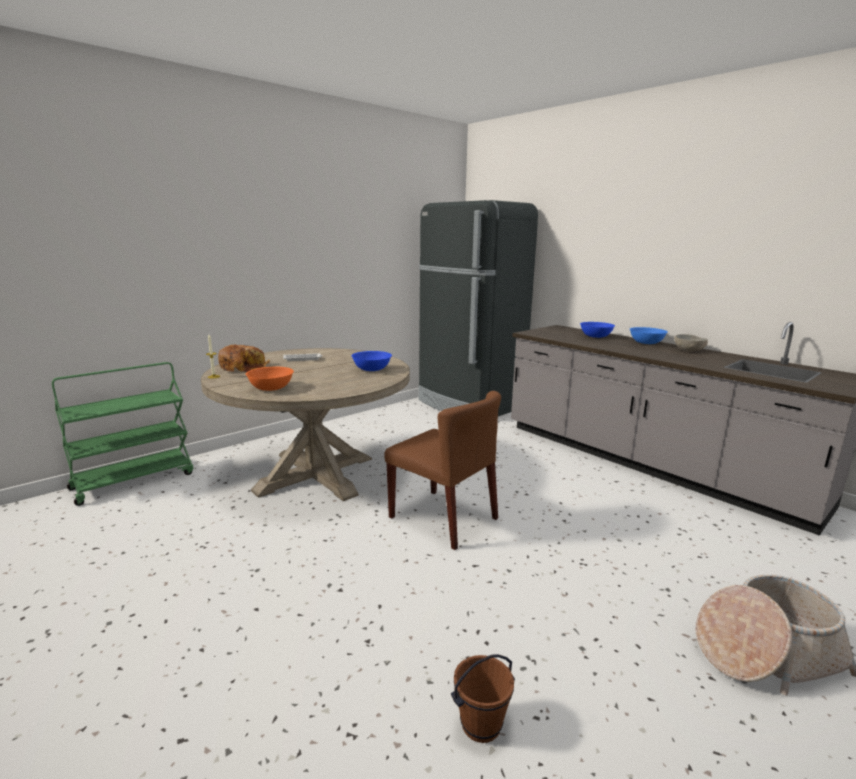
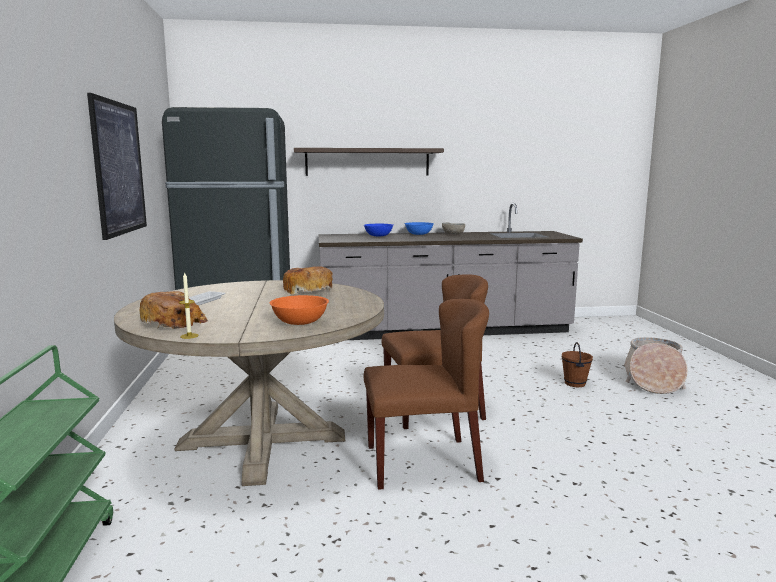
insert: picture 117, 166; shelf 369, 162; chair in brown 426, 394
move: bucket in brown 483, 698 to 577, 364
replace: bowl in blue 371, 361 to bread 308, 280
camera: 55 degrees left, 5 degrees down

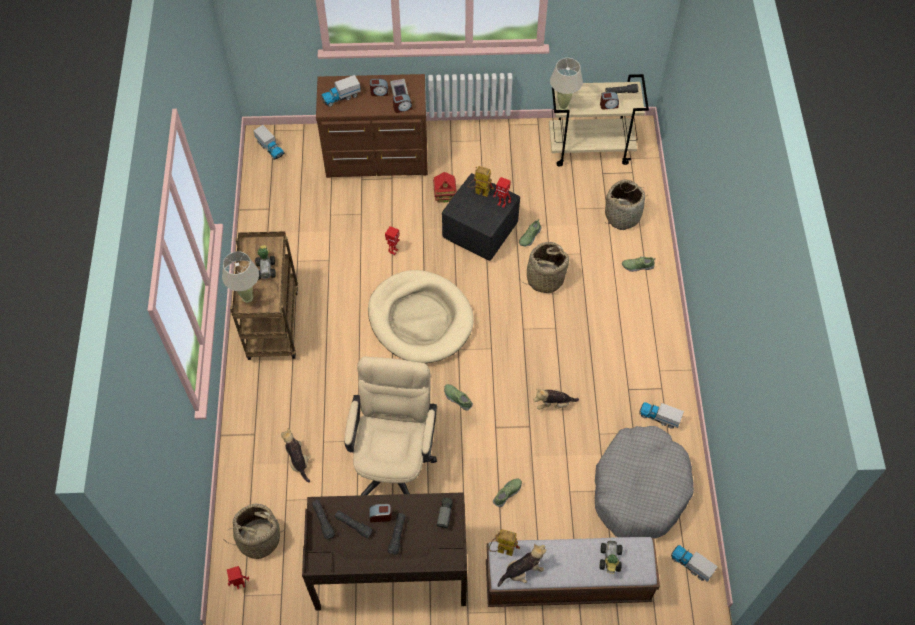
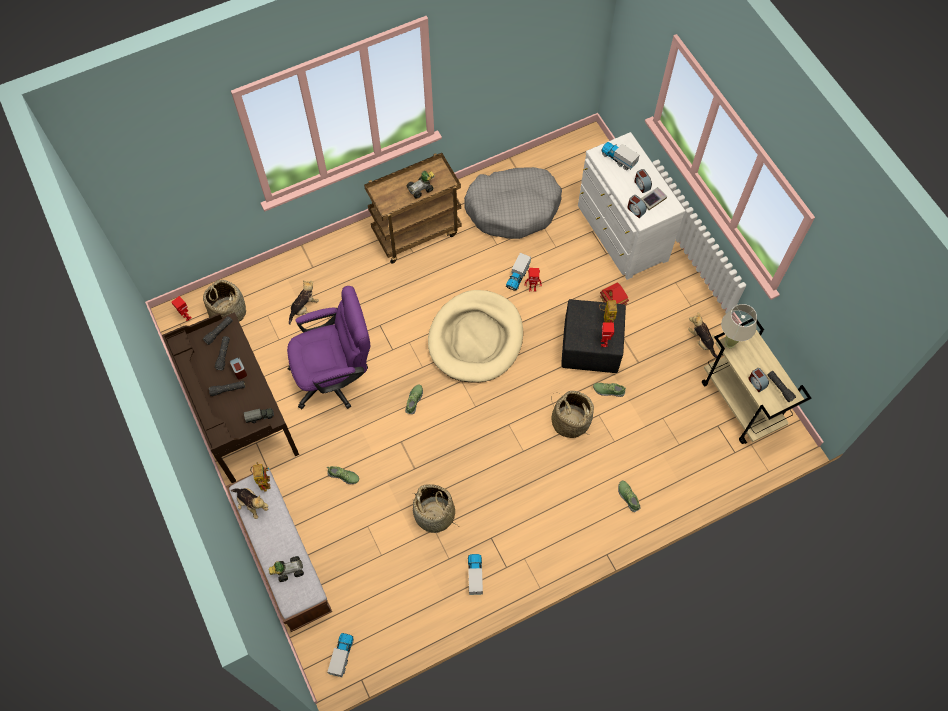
delete: table lamp in beige 240, 277
move: basket 625, 204 to 436, 508; dog bed in grey 644, 482 to 513, 203; toy truck 268, 142 to 518, 272; plush toy 556, 399 to 703, 335
recolor: office chair in beige 390, 426 to office chair in purple 328, 347; dresser in brown 372, 126 to dresser in white 632, 206
camera: 65 degrees right, 5 degrees up

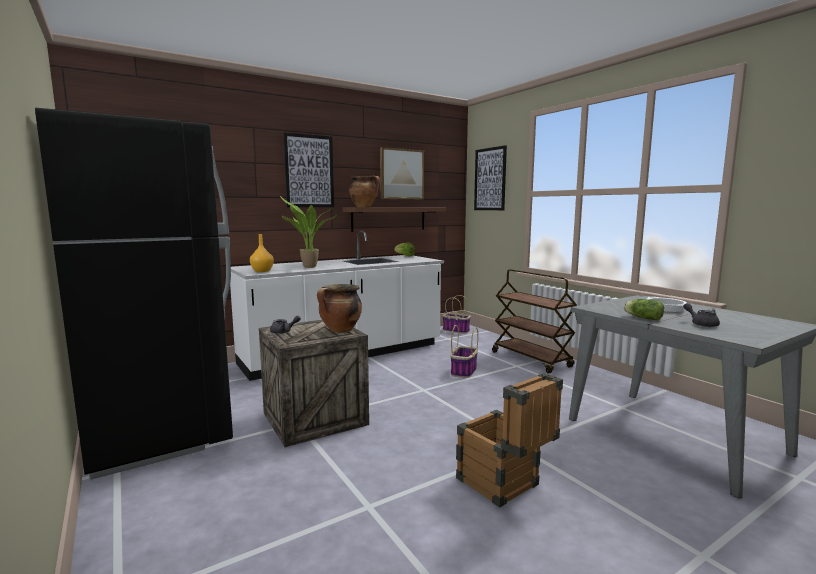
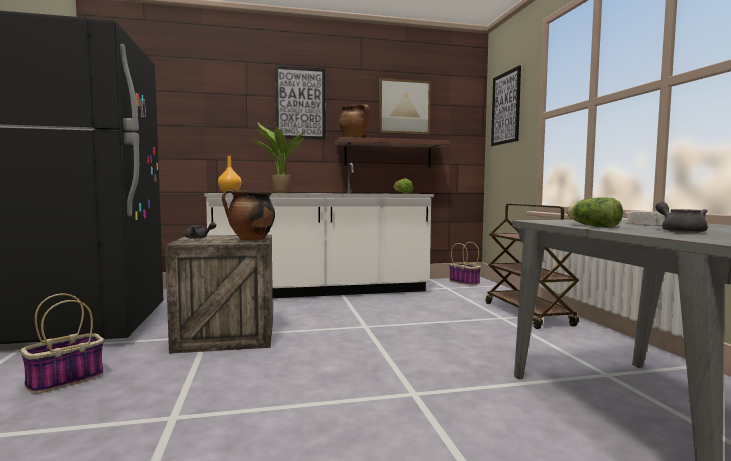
delete: crate 509, 440
move: basket 464, 351 to 62, 343
camera: 20 degrees right, 5 degrees down

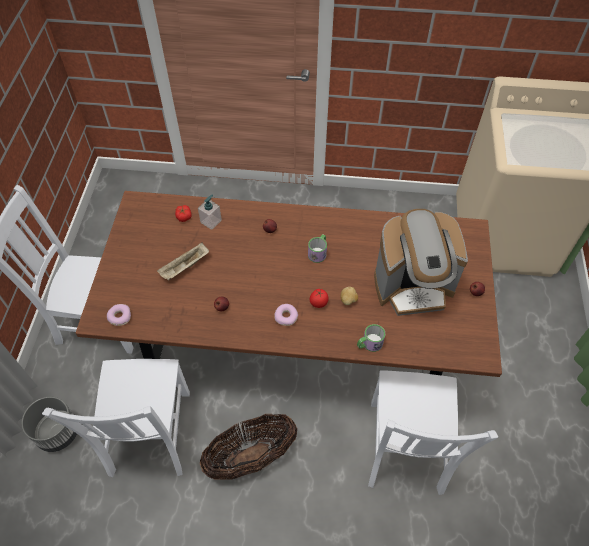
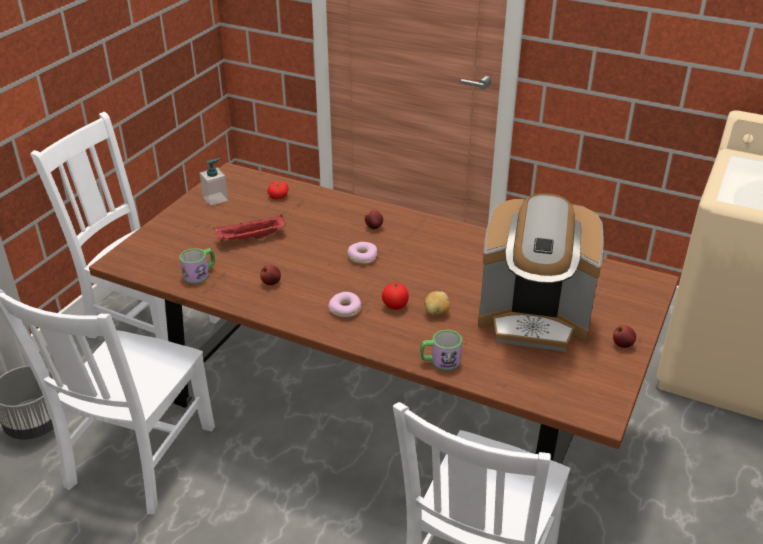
delete: basket 248, 447
move: mug 317, 248 to 197, 266; soap dispenser 210, 212 to 213, 182; donut 119, 315 to 362, 253
recolor: tray in beige 183, 262 to tray in red 250, 227
camera: 20 degrees right, 20 degrees down

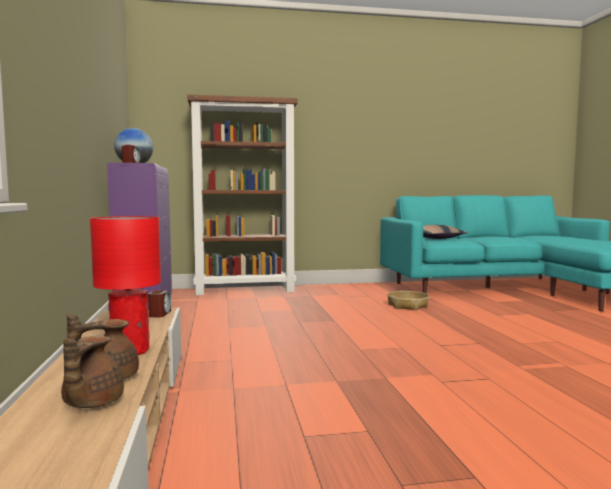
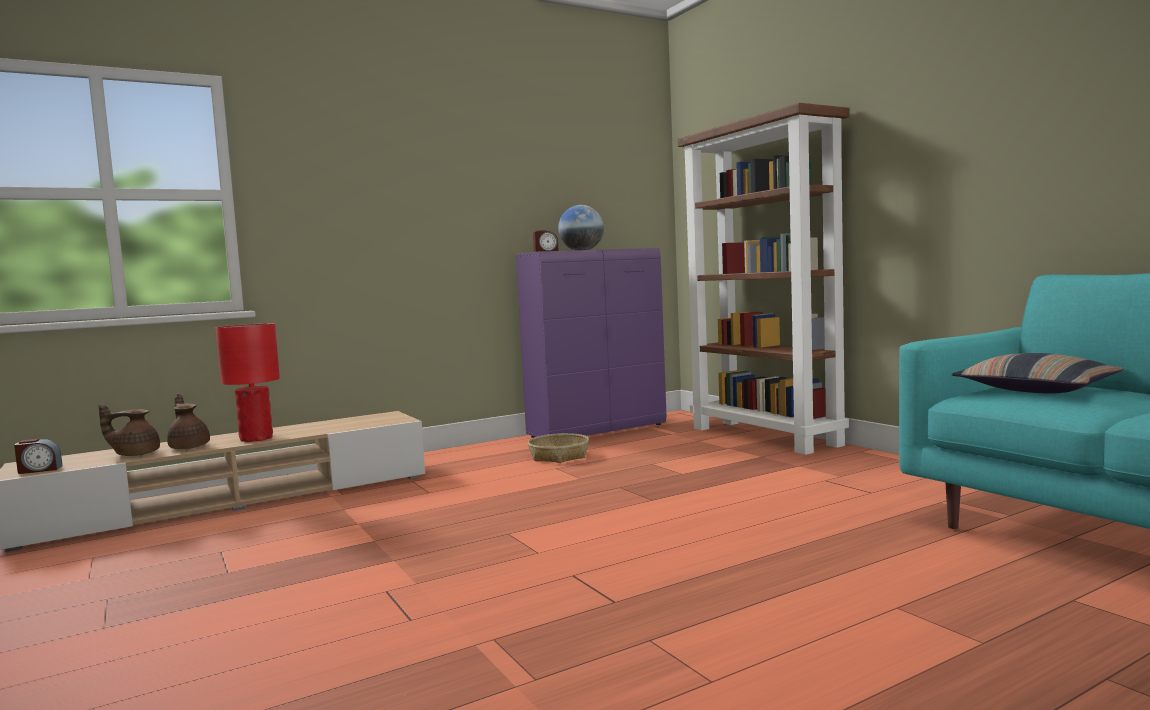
move: alarm clock 159, 303 to 38, 456; basket 408, 300 to 558, 448
camera: 70 degrees right, 0 degrees up

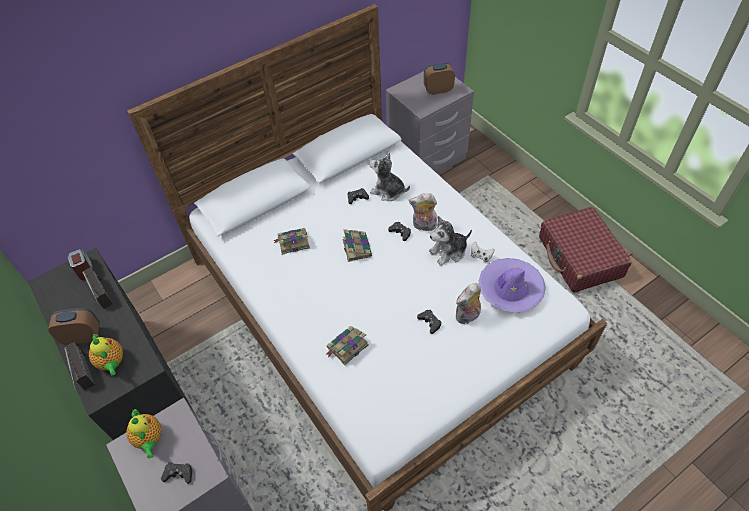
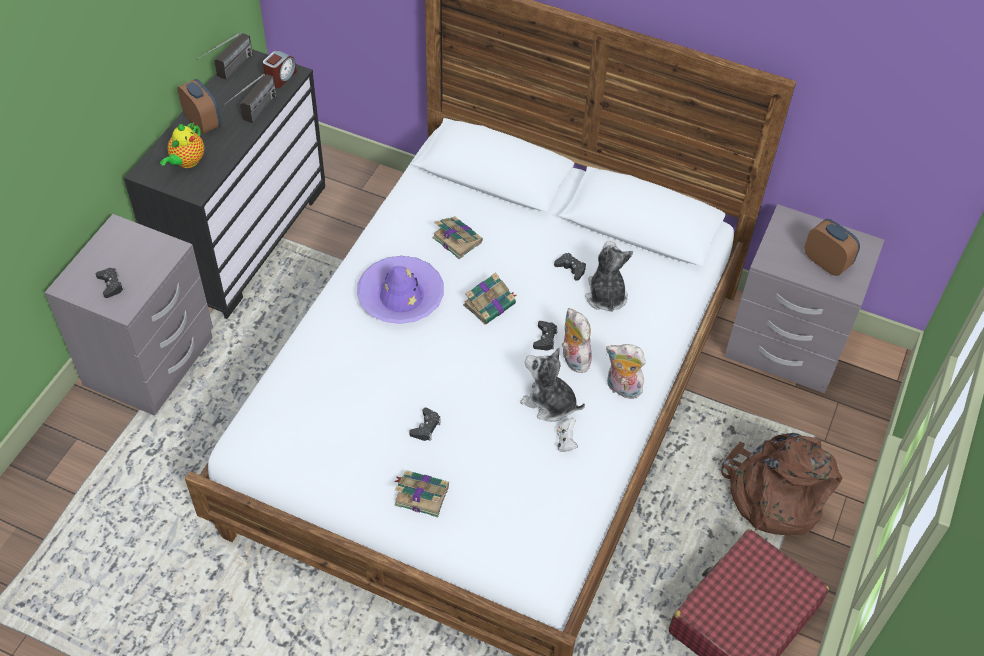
delete: teapot 144, 434
insert: backpack in brown 781, 484
move: radio 79, 367 to 225, 56; hat in purple 512, 285 to 400, 290; book 347, 345 to 421, 493; plush toy 468, 303 to 626, 371
camera: 55 degrees right, 0 degrees up

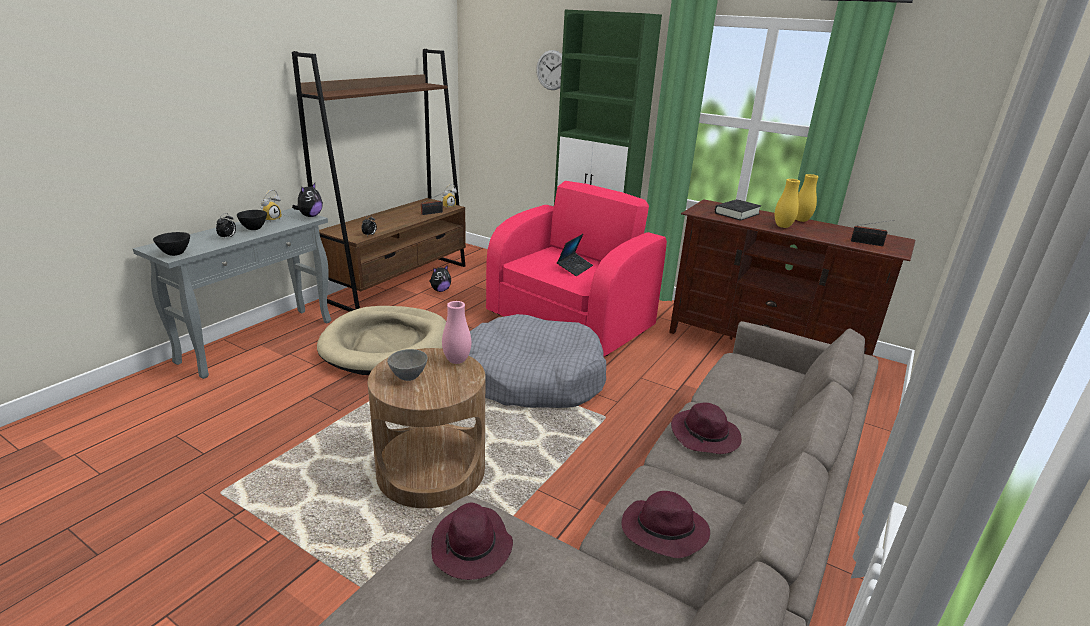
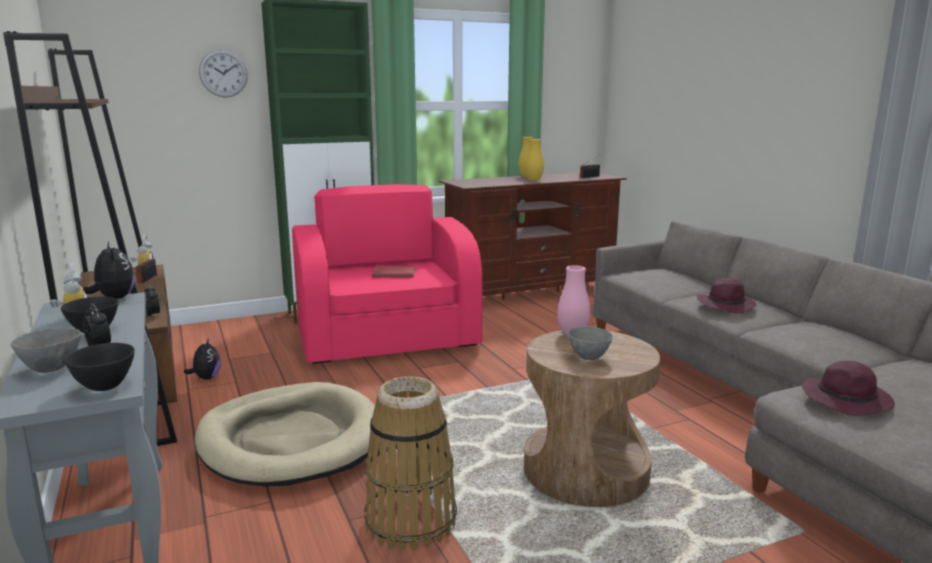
delete: dog bed in grey 537, 361; hat in purple 666, 524; book in black 738, 210
insert: bowl in grey 45, 350; basket 411, 463
replace: laptop 575, 255 to book in red 394, 272
camera: 55 degrees left, 10 degrees down

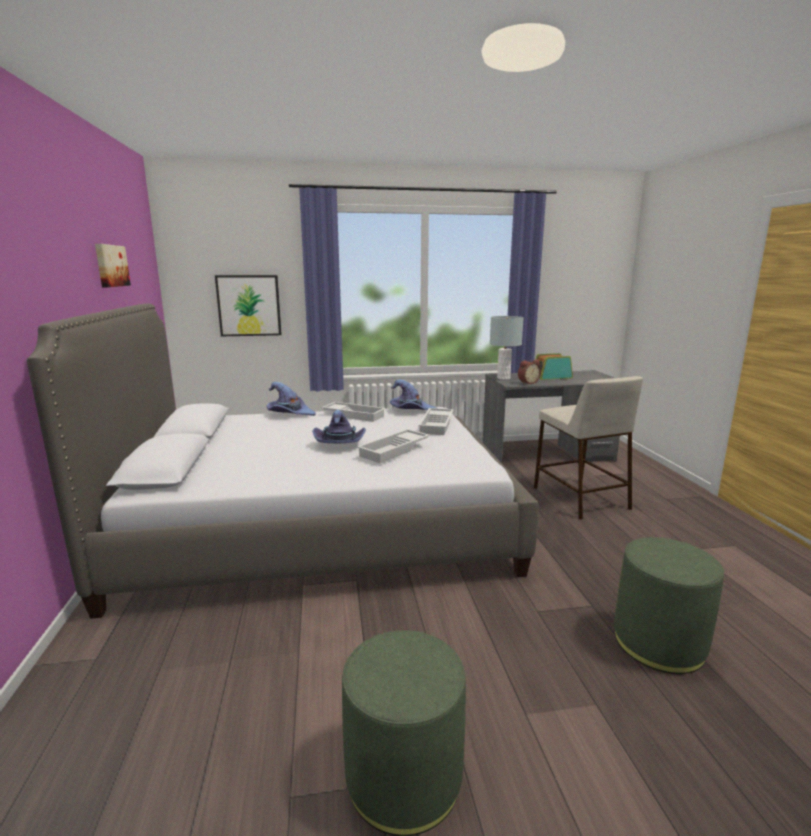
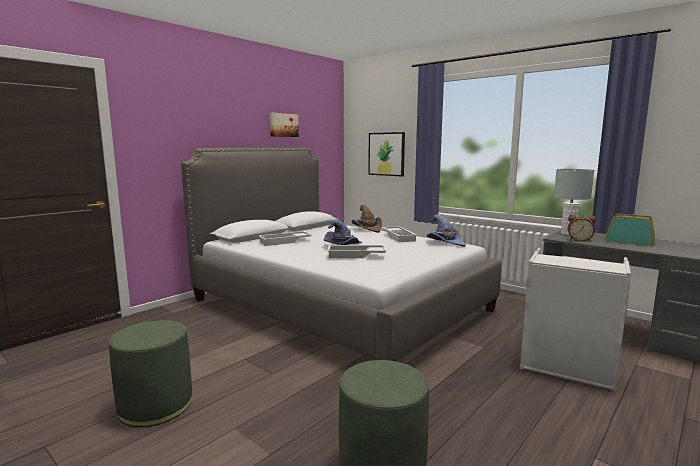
move: tray in white 436, 421 to 285, 238
replace: stool in beige 588, 448 to laundry basket in grey 575, 319
recolor: hat in purple 291, 399 to hat in brown 367, 219
camera: 50 degrees right, 5 degrees down

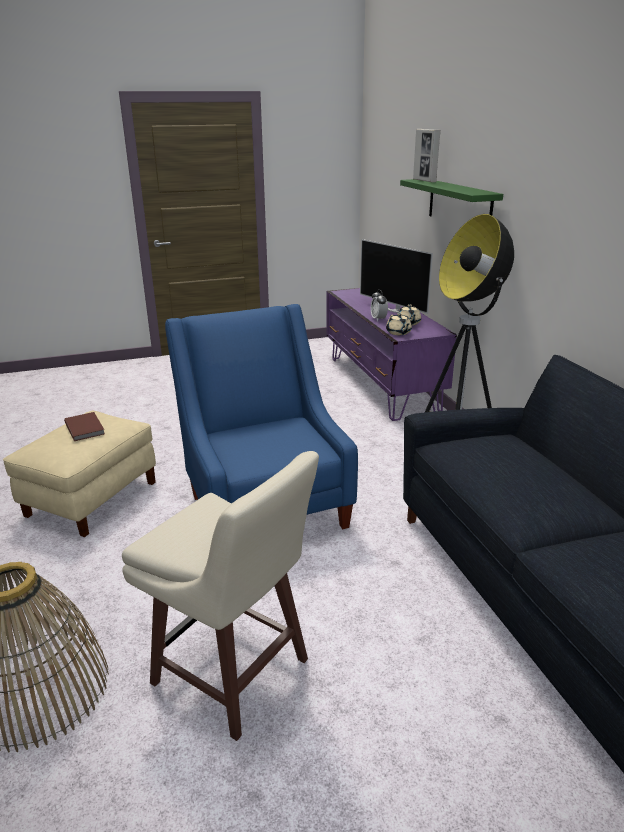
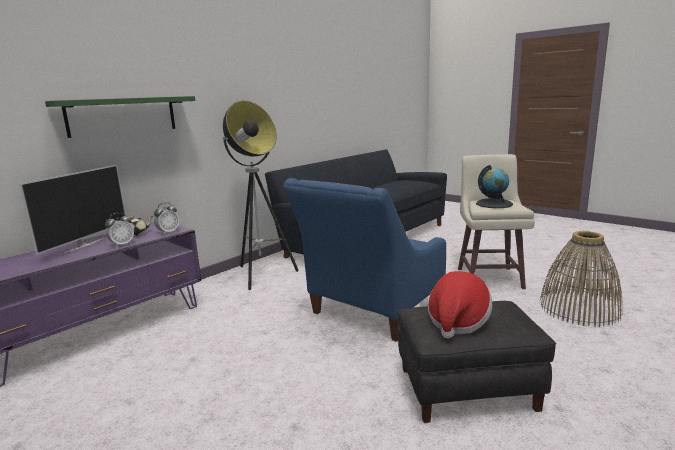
delete: picture frame 427, 155
insert: globe 494, 186
replace: teapot in beige 399, 324 to alarm clock 166, 219; book in brown 84, 426 to hat 460, 305
recolor: ottoman in beige 79, 474 to ottoman in black 477, 362
camera: 120 degrees left, 10 degrees down

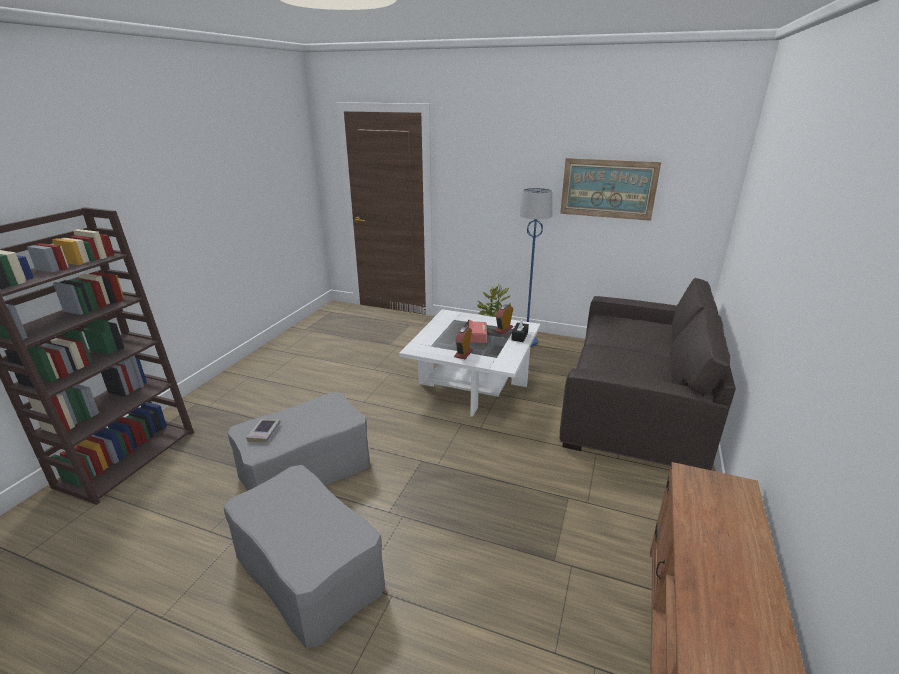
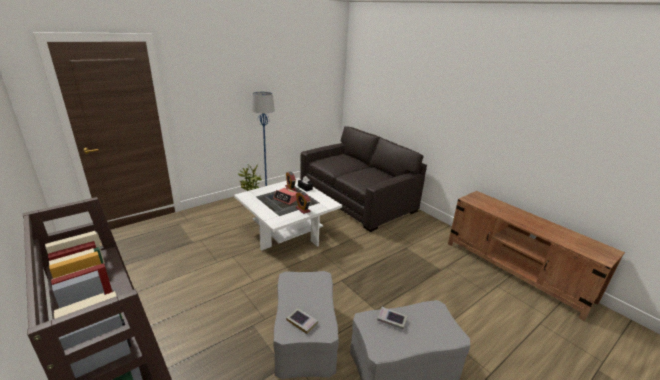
delete: picture 610, 189
insert: book 392, 318
camera: 60 degrees left, 0 degrees up

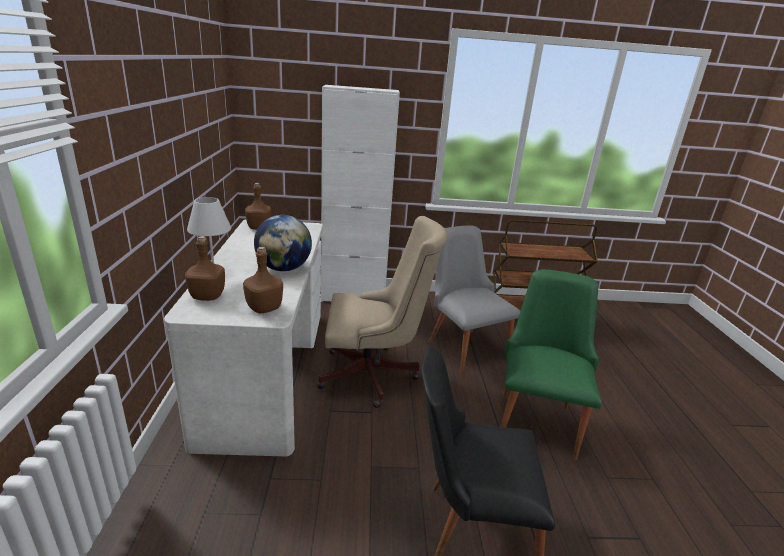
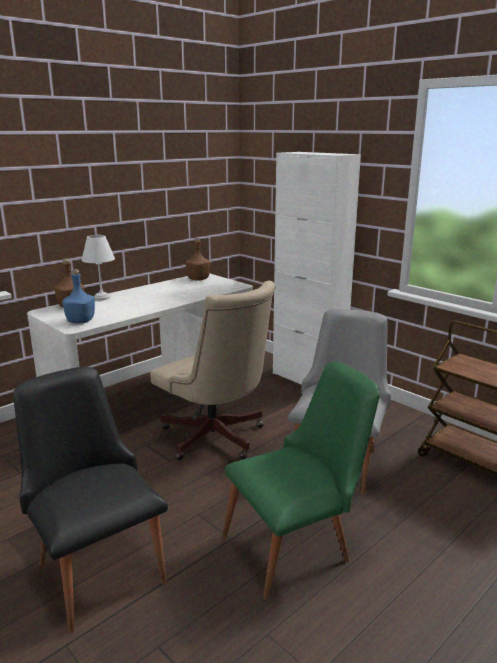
delete: globe 283, 243
recolor: bottle in brown 263, 280 to bottle in blue 78, 296
camera: 50 degrees right, 5 degrees down

